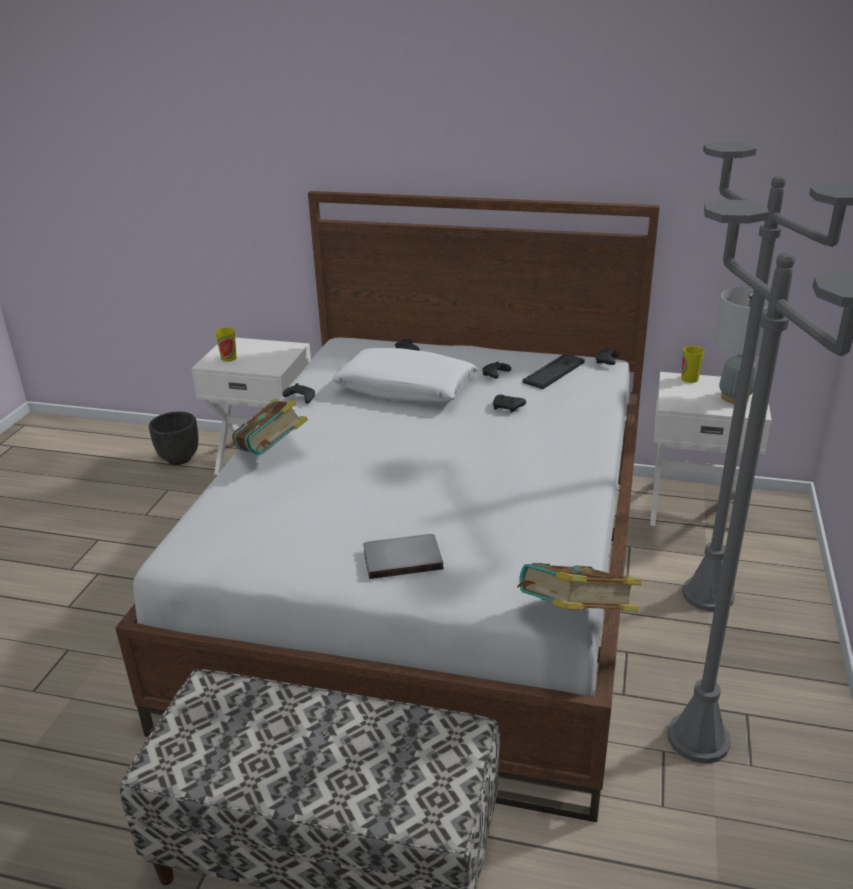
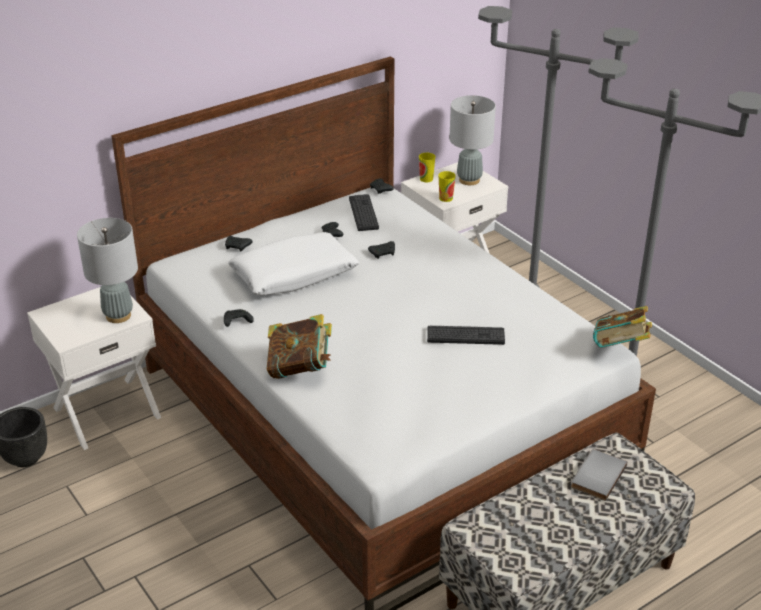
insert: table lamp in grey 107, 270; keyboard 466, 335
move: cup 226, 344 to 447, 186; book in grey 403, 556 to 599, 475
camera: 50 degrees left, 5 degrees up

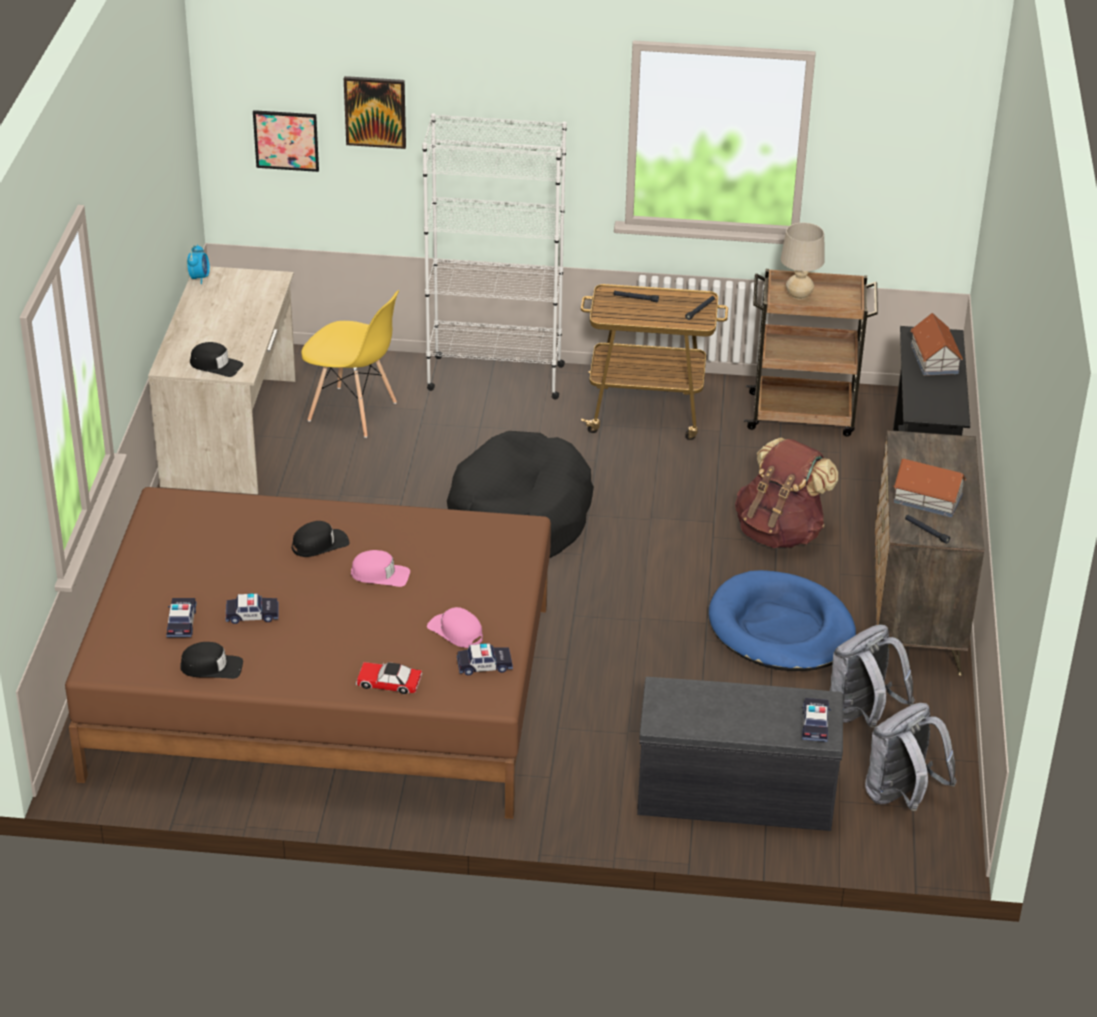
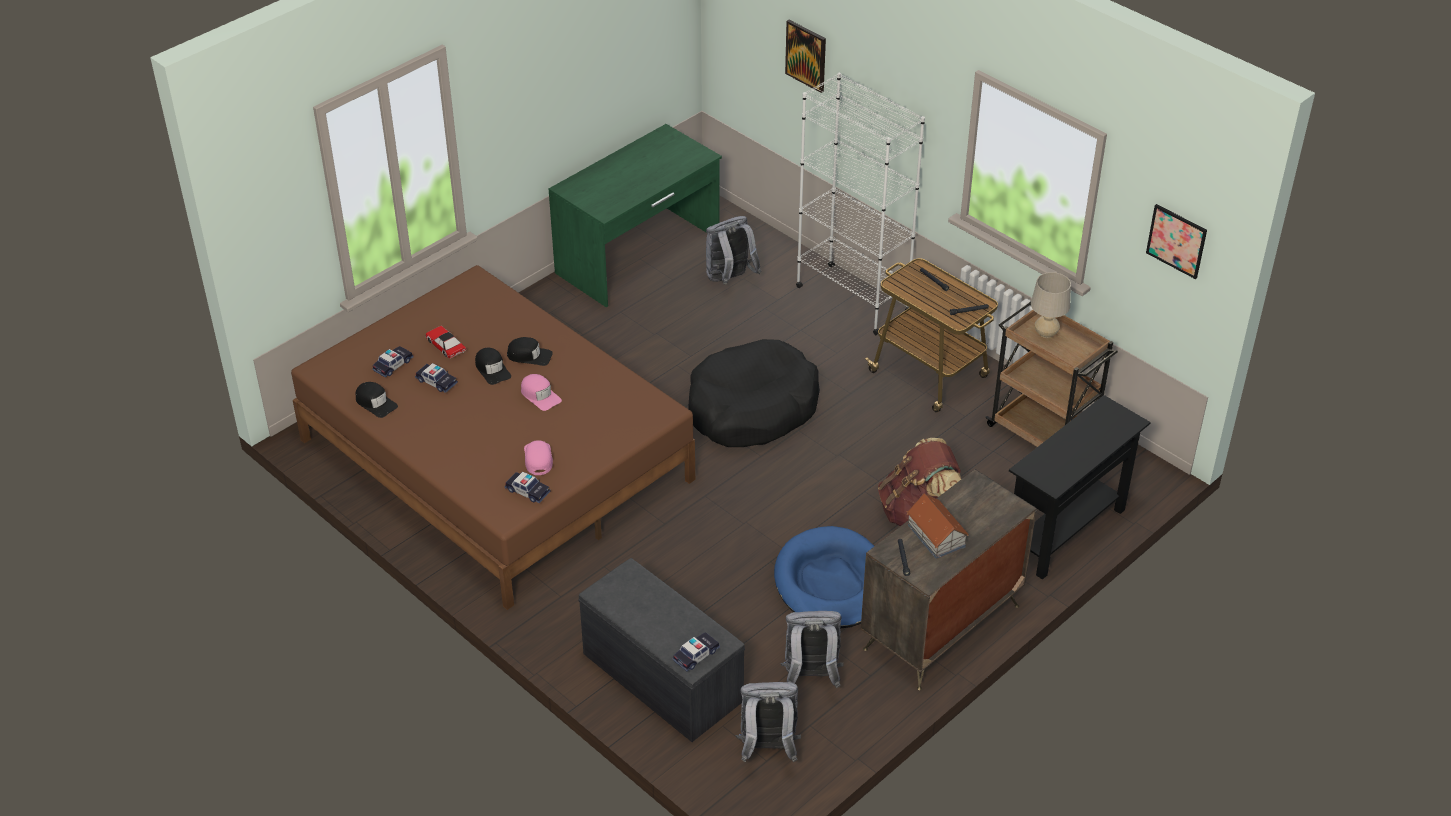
delete: alarm clock 198, 264; toy house 936, 344
move: toy car 389, 678 to 446, 342; cap in black 217, 359 to 493, 366; picture 286, 141 to 1176, 241
replace: chair in yellow 350, 364 to backpack in grey 734, 250
recolor: desk in beige 222, 380 to desk in green 635, 215
camera: 40 degrees right, 5 degrees up

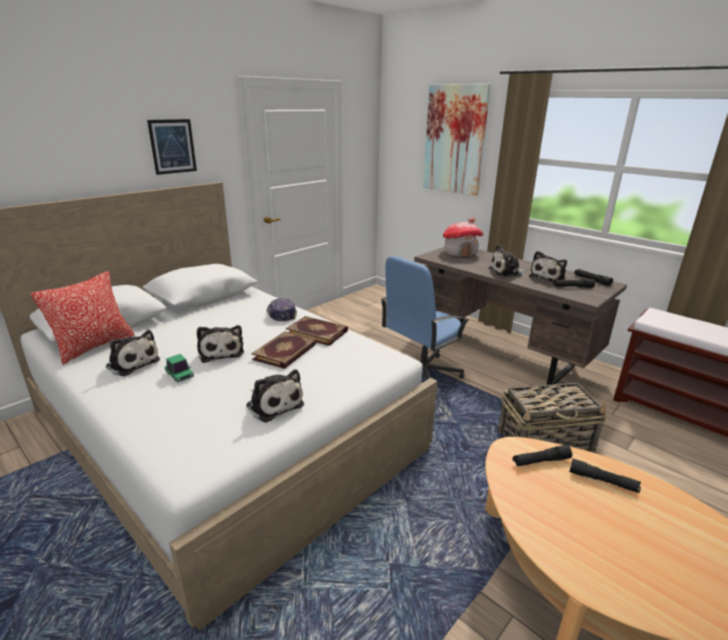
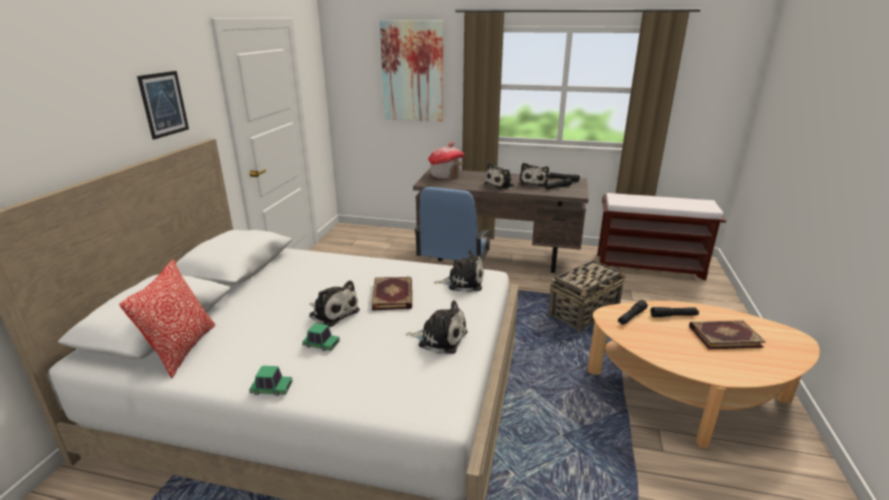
delete: cap 282, 309
insert: toy car 270, 381
move: plush toy 133, 353 to 459, 271; book 317, 331 to 727, 334
camera: 30 degrees left, 0 degrees up

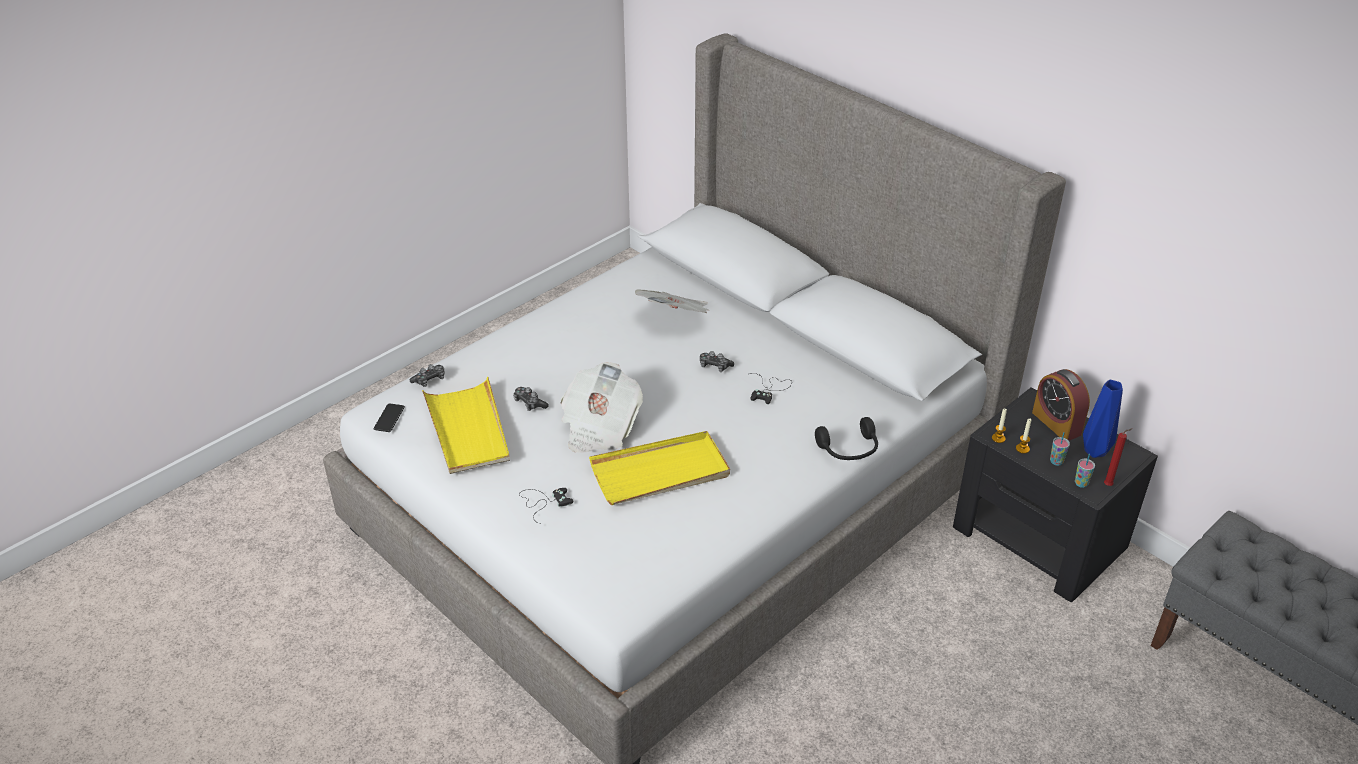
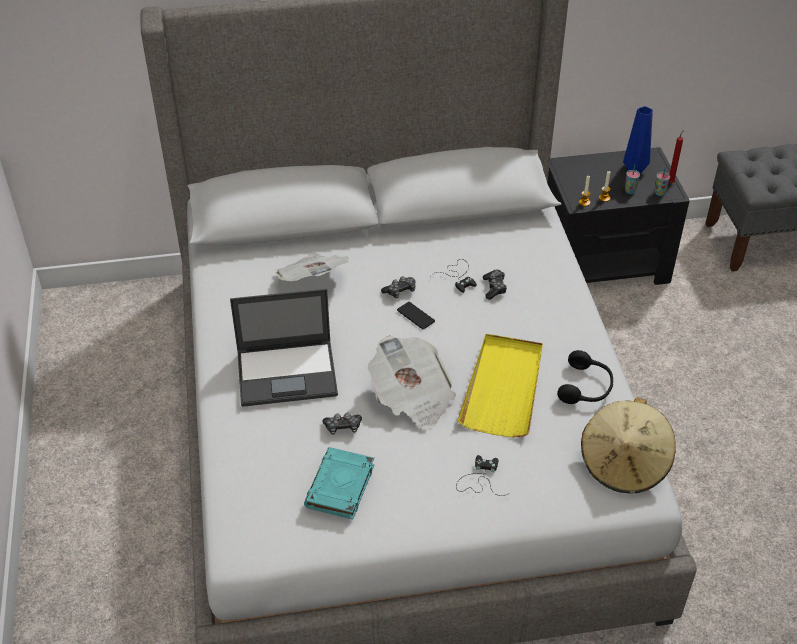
delete: alarm clock 1061, 405
insert: laptop 284, 348; hat in beige 628, 445
move: phone 389, 417 to 416, 315; game controller 427, 375 to 495, 284; headphones in black 846, 438 to 585, 377
replace: tray in yellow 466, 425 to book in turquoise 339, 483
camera: 55 degrees left, 5 degrees up

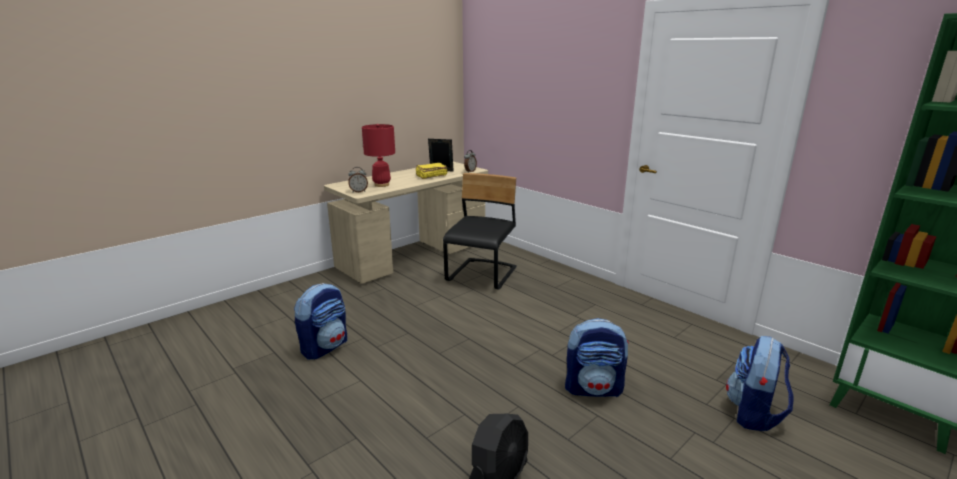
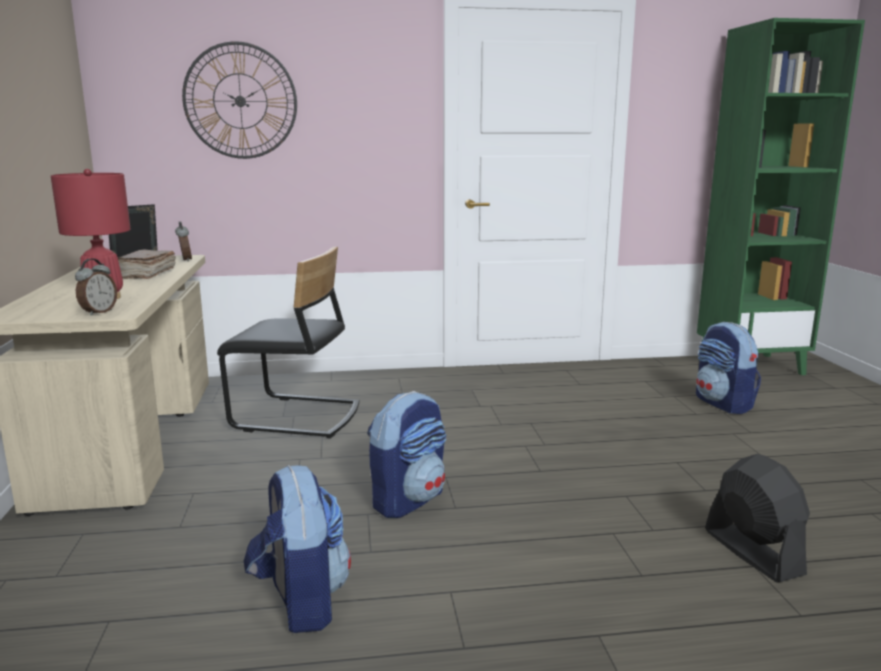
insert: wall clock 239, 100
move: backpack 597, 357 to 407, 454
recolor: book in yellow 431, 171 to book in brown 147, 264
rotate: chair in black 480, 231 = 288, 343 135 degrees clockwise
camera: 55 degrees left, 5 degrees down

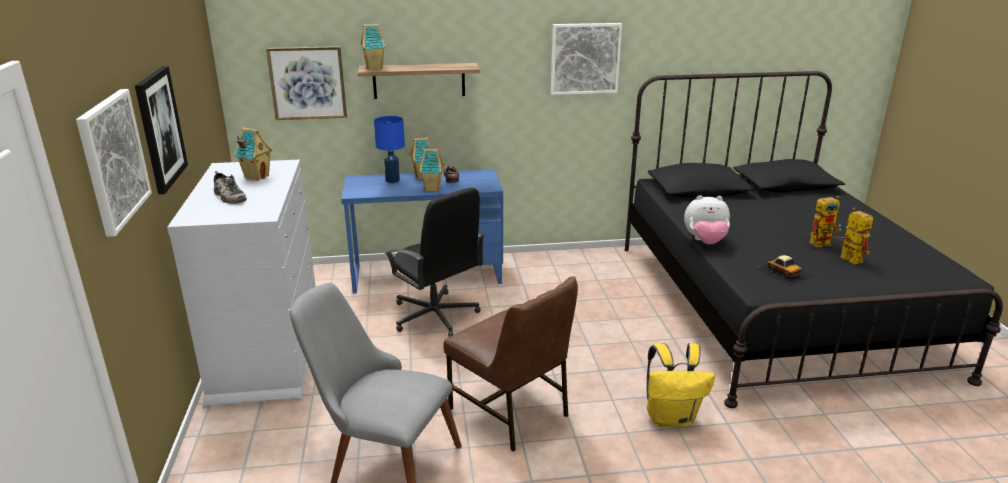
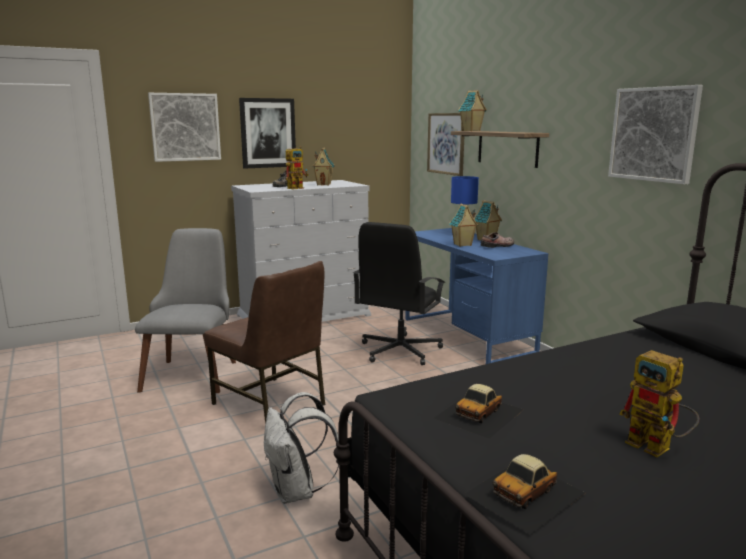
delete: plush toy 707, 219
insert: toy car 524, 494
move: toy robot 852, 236 to 297, 167
recolor: backpack in yellow 681, 385 to backpack in white 301, 448
rotate: chair in brown 510, 364 = 264, 342 75 degrees counterclockwise
camera: 70 degrees right, 10 degrees down

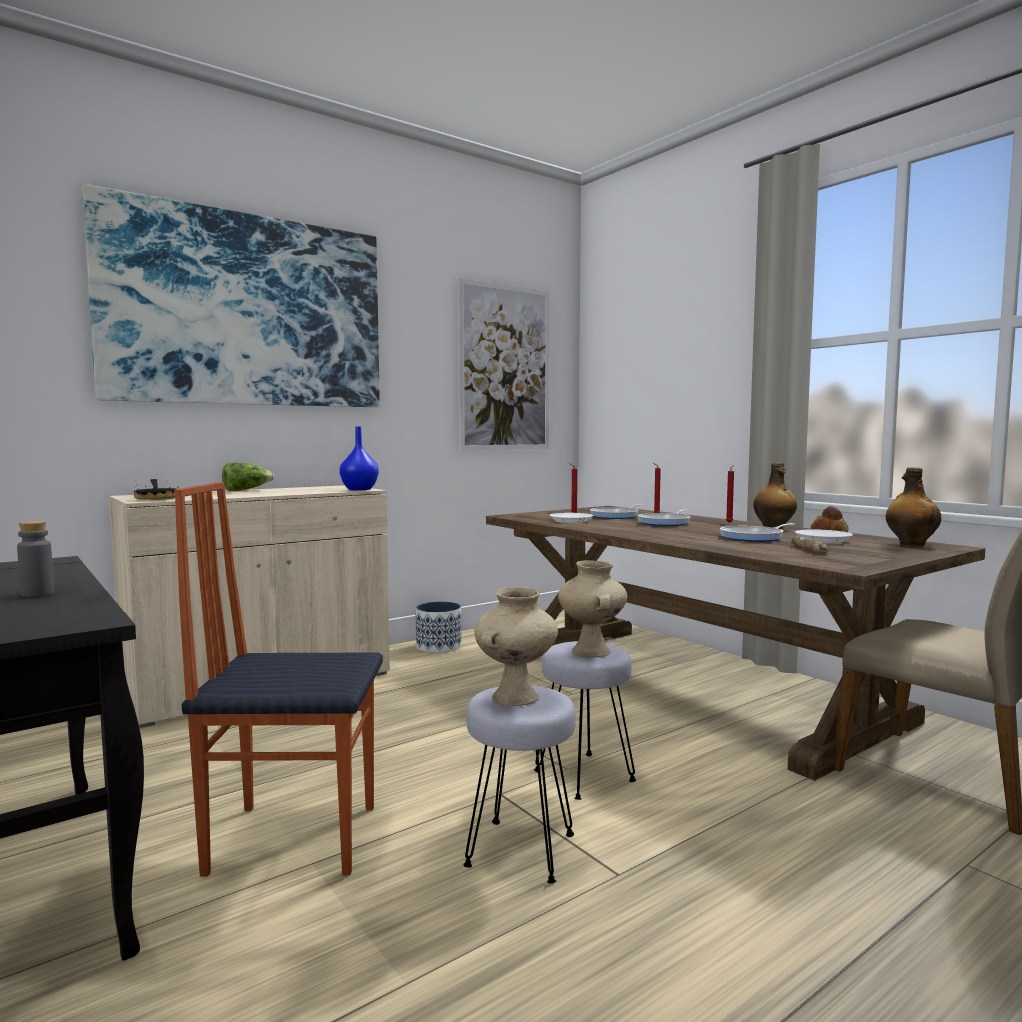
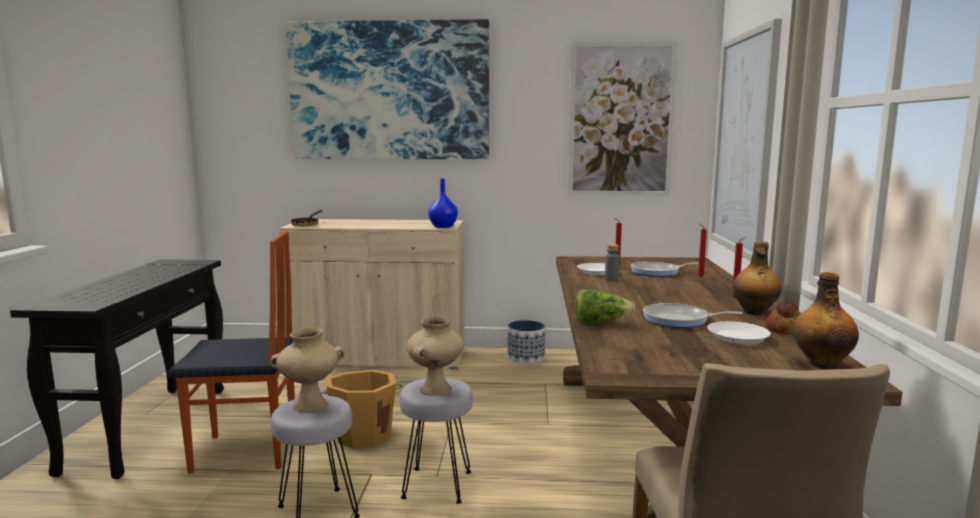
delete: frying pan 664, 517; bread 810, 545
insert: bucket in orange 361, 409; picture 746, 139
move: lettuce 248, 477 to 605, 306; bottle in grey 35, 559 to 612, 262
rotate: chair 278, 679 = 231, 352 135 degrees clockwise
camera: 40 degrees right, 5 degrees up

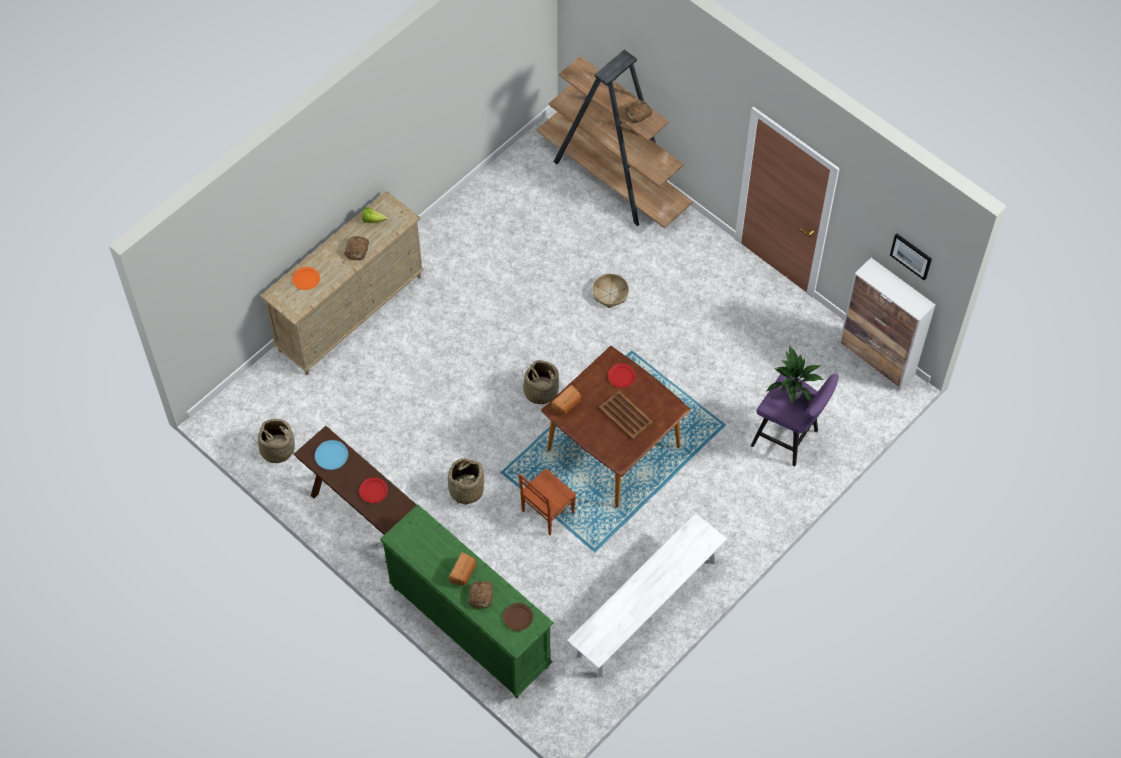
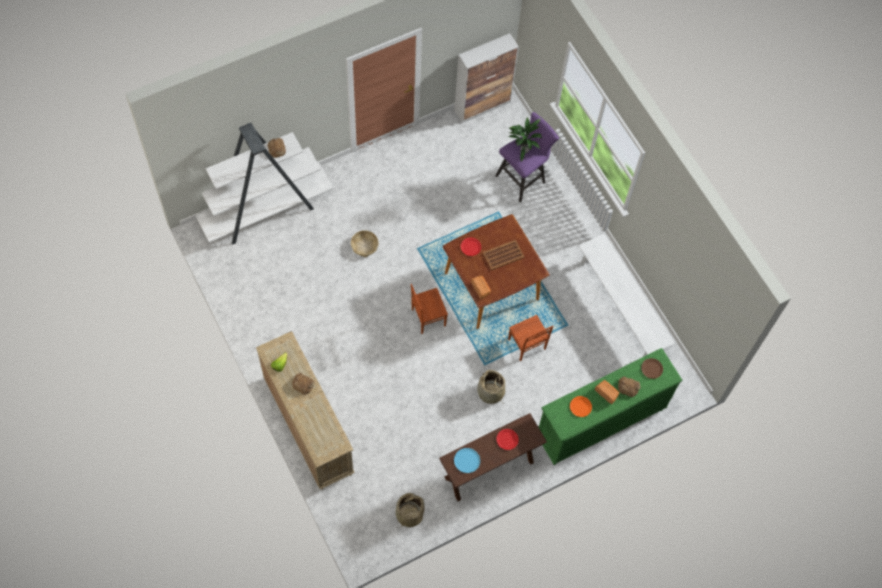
delete: picture 911, 257
move: plate in orange 306, 278 to 581, 406
replace: basket 540, 382 to chair in brown 429, 309
recolor: bookcase in brown 614, 139 to bookcase in white 264, 184
camera: 75 degrees left, 5 degrees up

